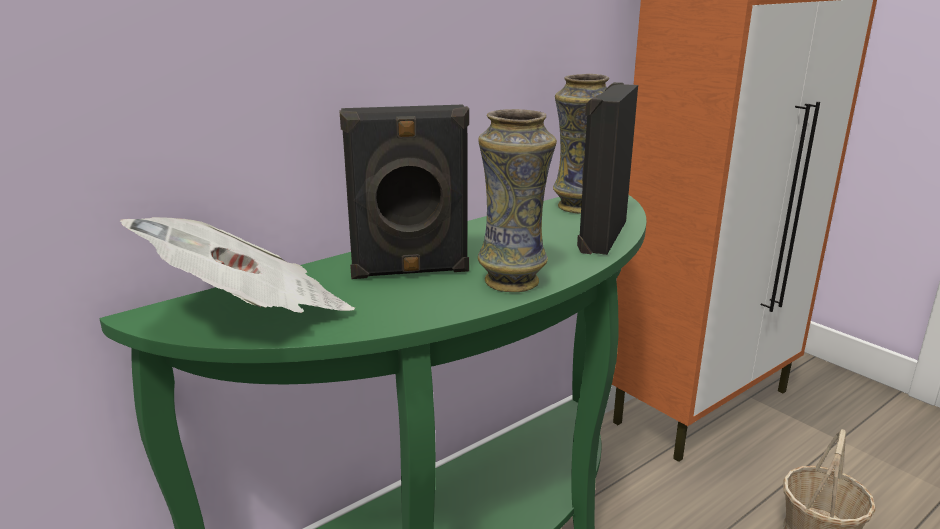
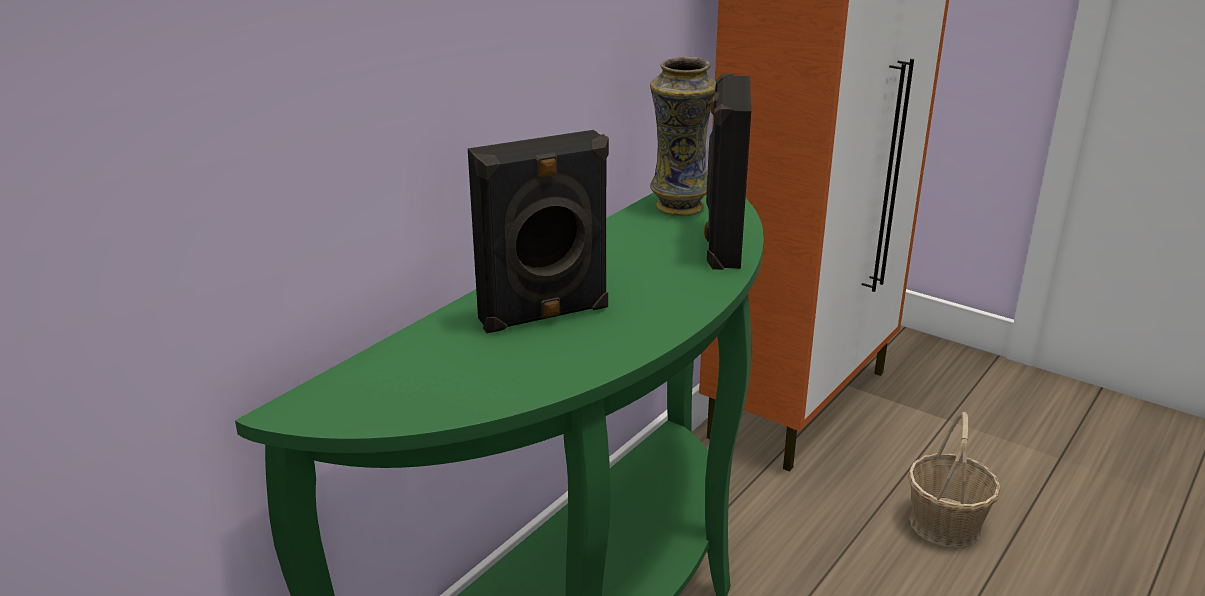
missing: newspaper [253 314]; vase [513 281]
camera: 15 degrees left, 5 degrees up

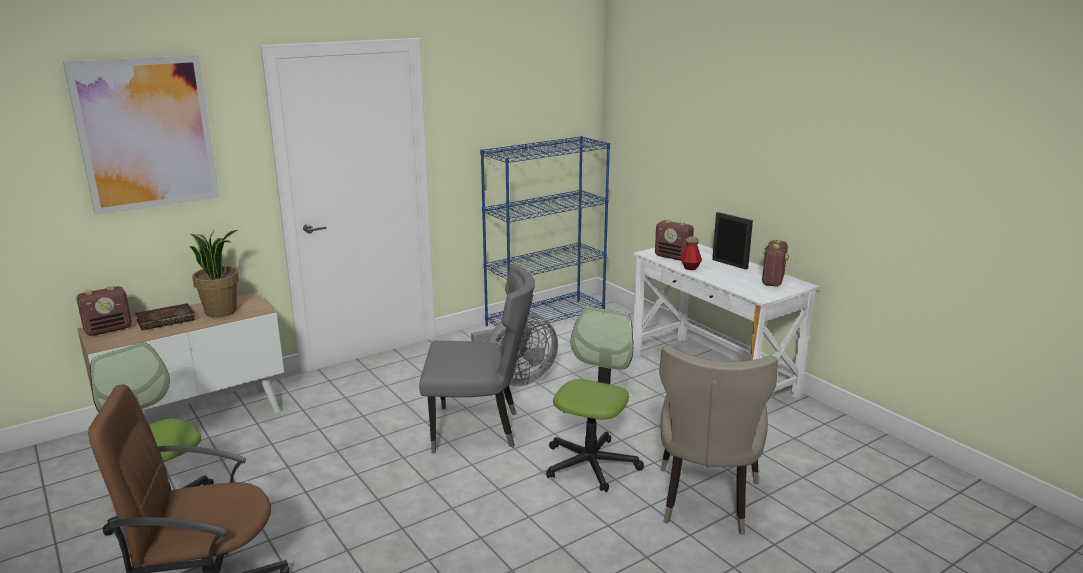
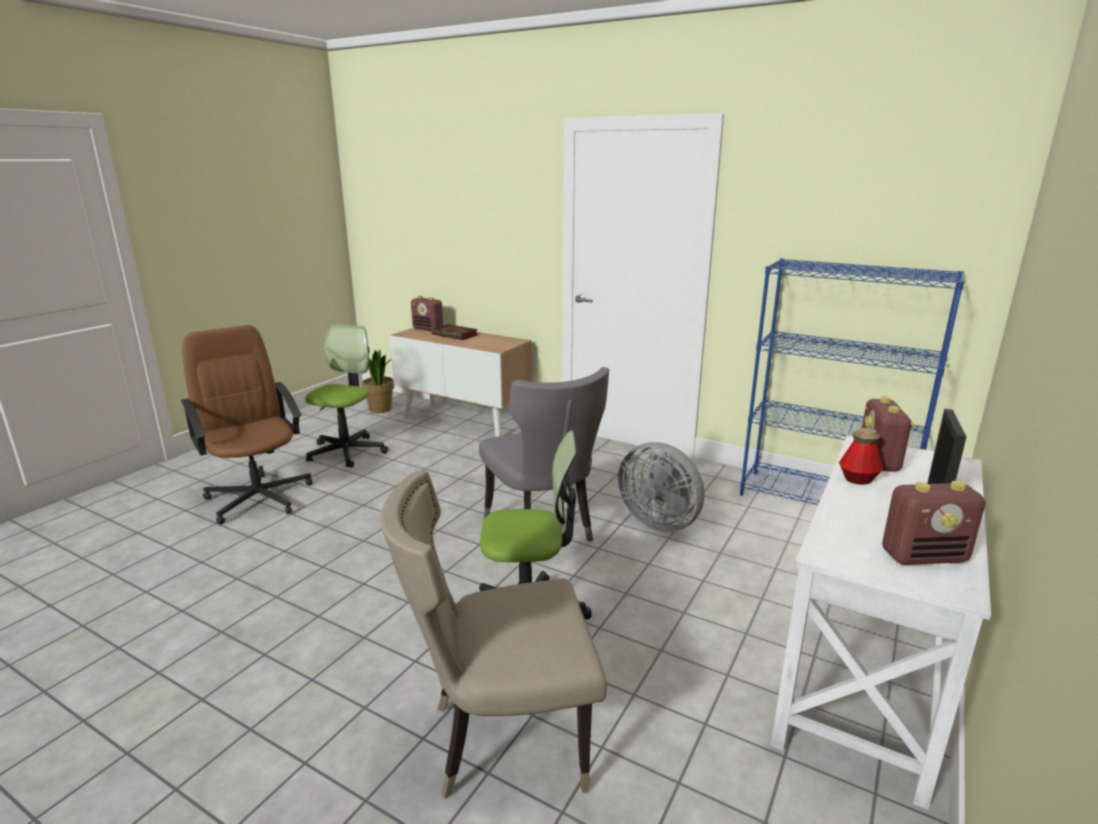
missing: picture [146 134]
relocated: potted plant [221 311] to [381 409]
camera: 65 degrees right, 0 degrees up

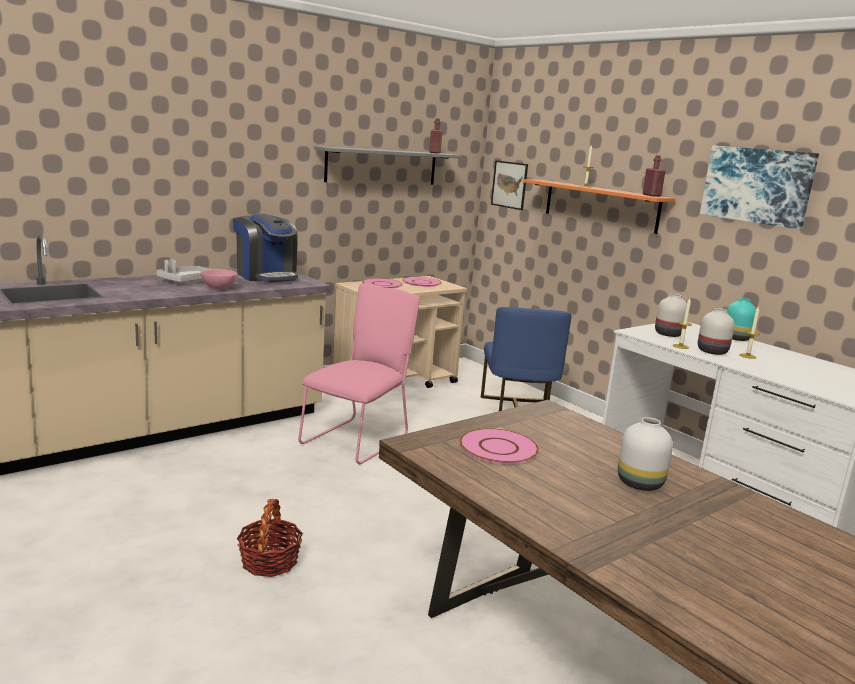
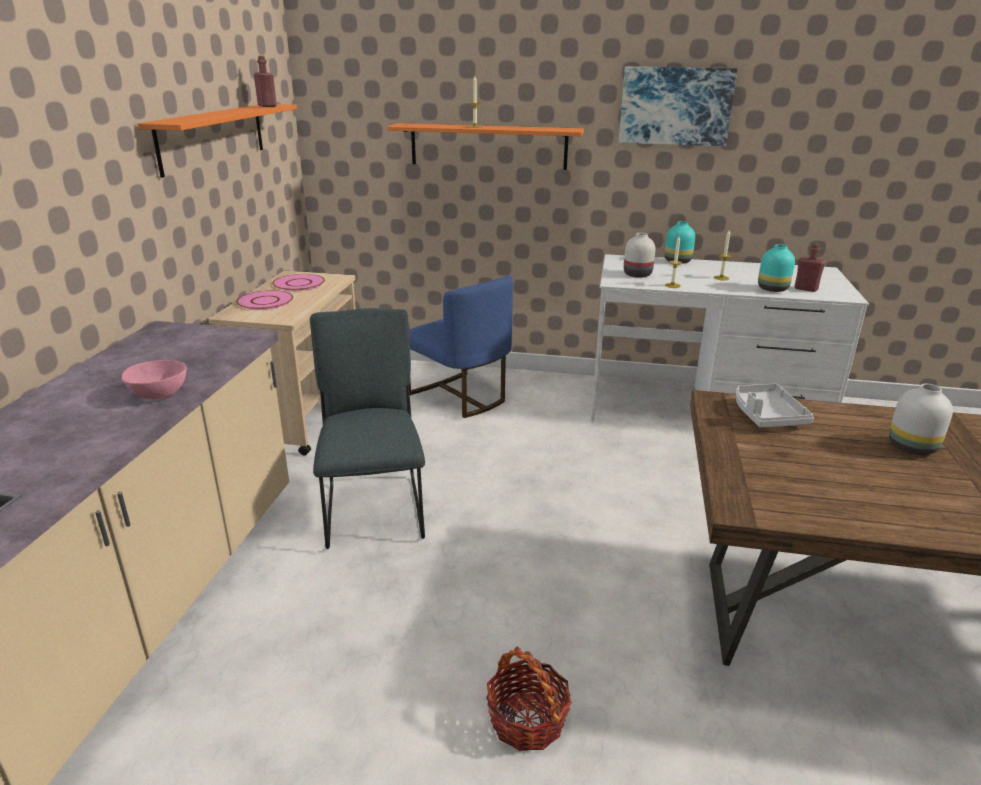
missing: coffee machine [266 276]; pink plate [499 448]; picture [509 185]; white vase [711 351]
appeared: turquoise vase [773 289]
relocated: grey tray [186 281] to [766 415]; red bottle [651 195] to [806 289]
colour: grey shelf [382 166] to orange shelf [213 137]; pink chair [358 439] to grey chair [374 507]
camera: 40 degrees left, 10 degrees up

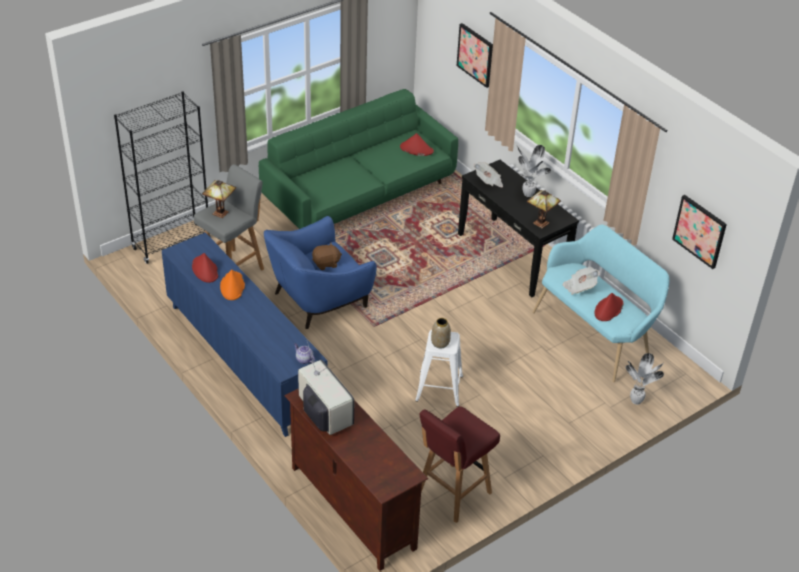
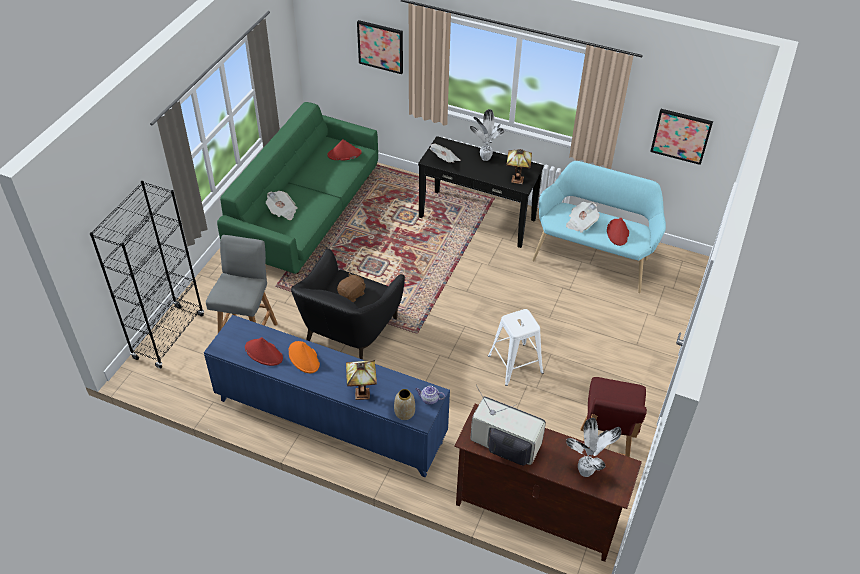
appeared: newspaper [282 211]
relocated: table lamp [220 212] to [361 393]; vase [440 343] to [405 413]; potted plant [637 401] to [587 472]
colour: blue armchair [318 299] to black armchair [349 330]
camera: 30 degrees left, 5 degrees up

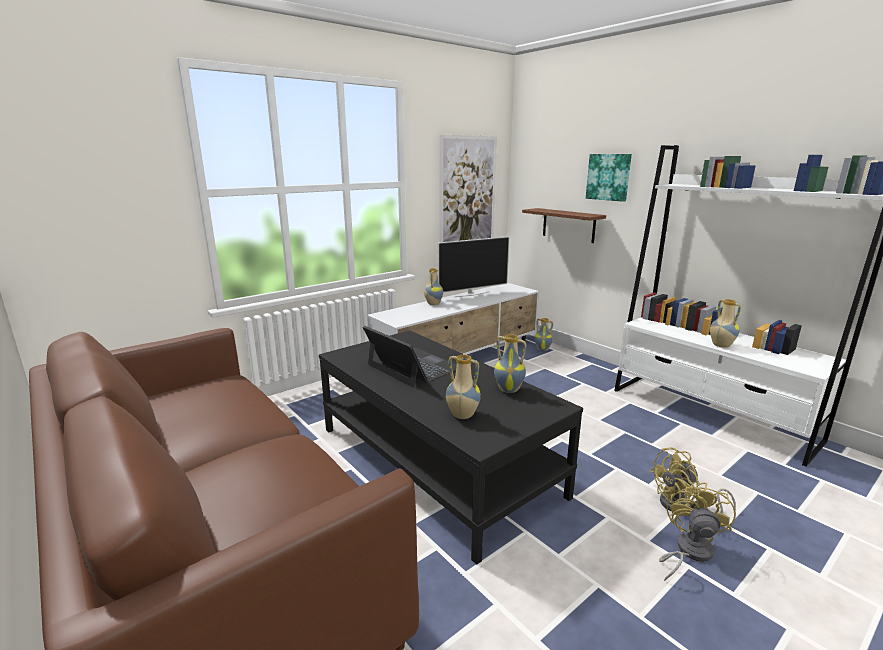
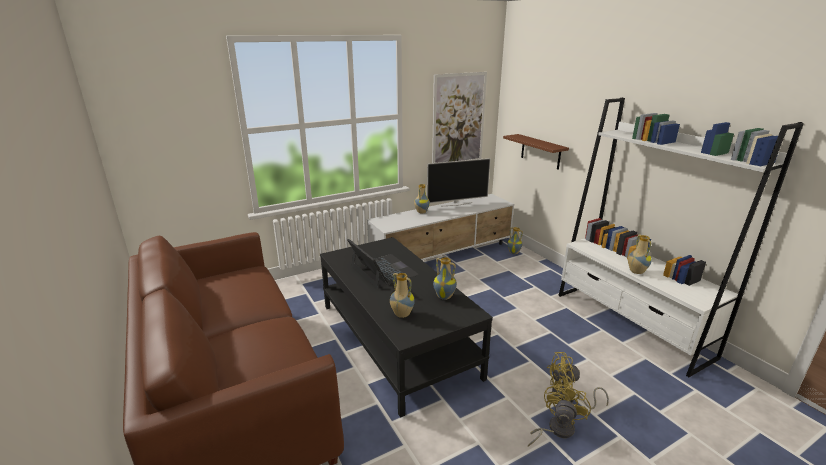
missing: picture [609 177]
camera: 10 degrees right, 5 degrees up

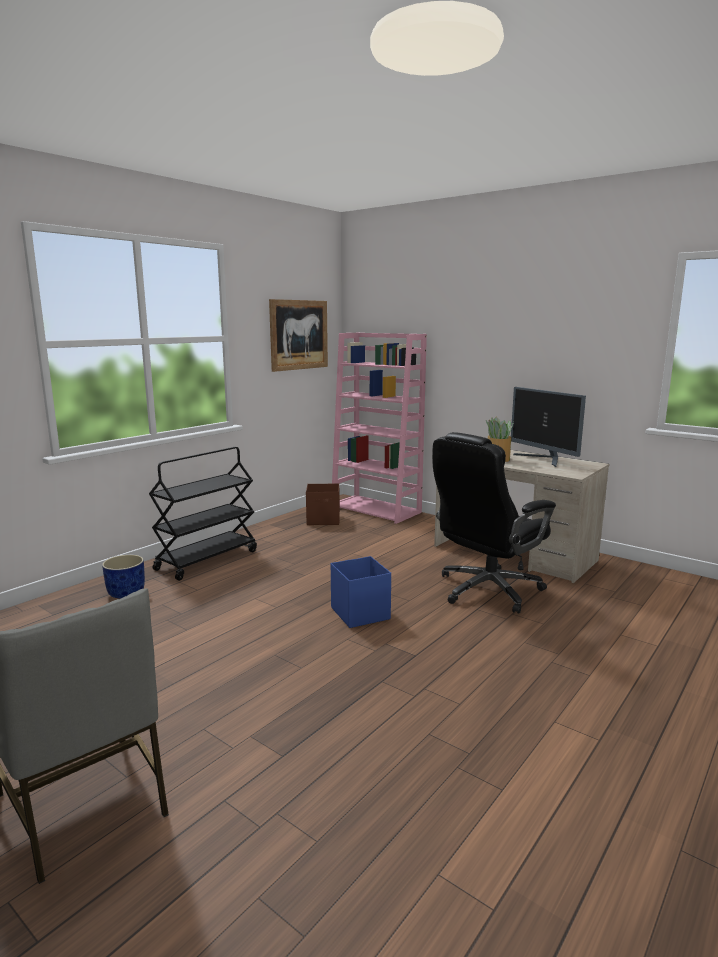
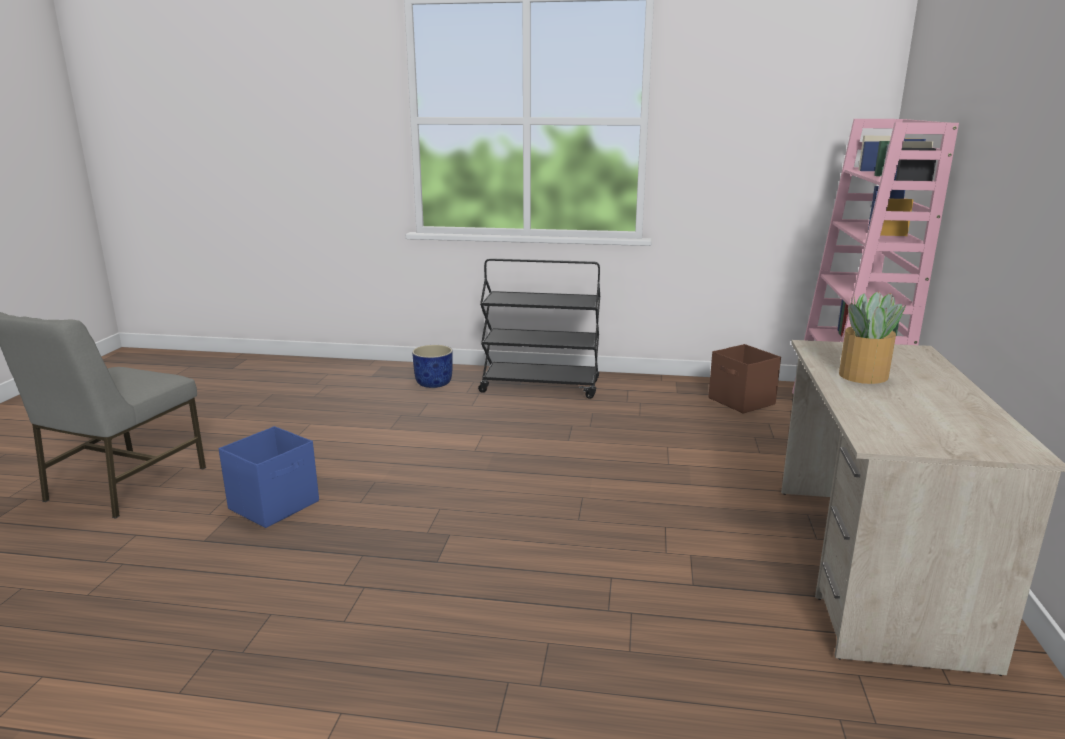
missing: picture [299 335]; black office chair [487 590]; monitor [544 460]
relocated: blue storage box [360 613] to [275 505]
camera: 60 degrees right, 5 degrees up

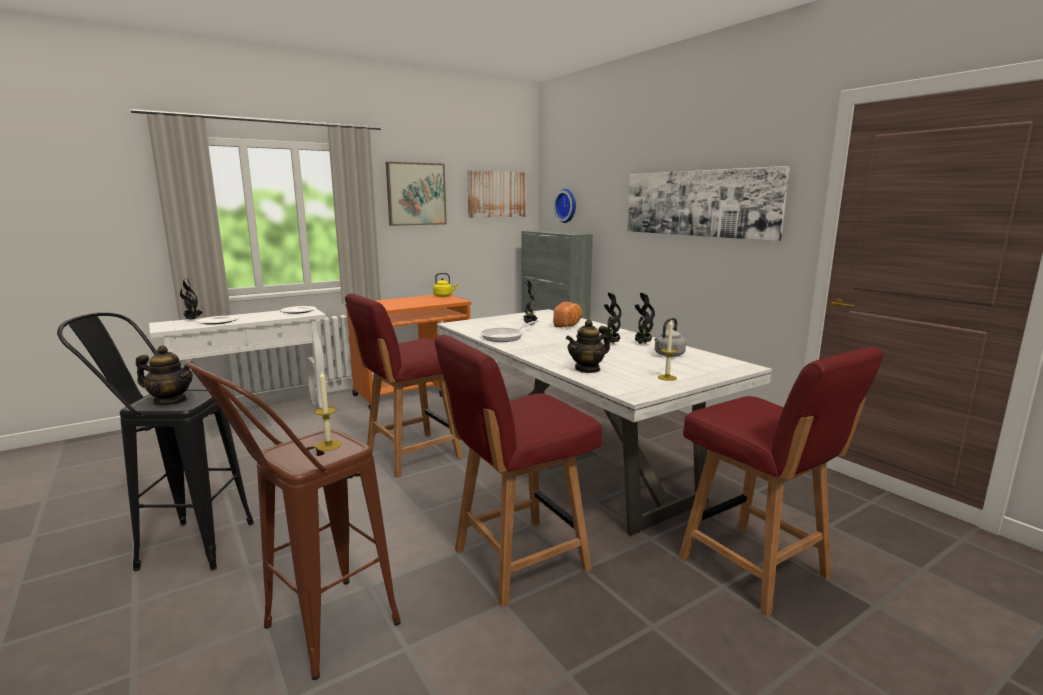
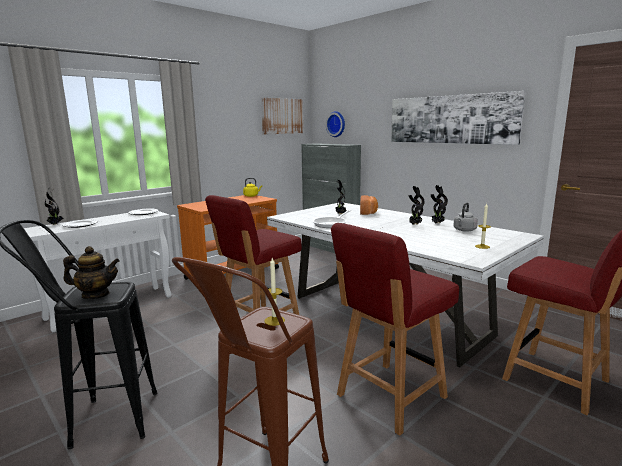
missing: picture [416 194]; teapot [587 369]
camera: 10 degrees left, 0 degrees up

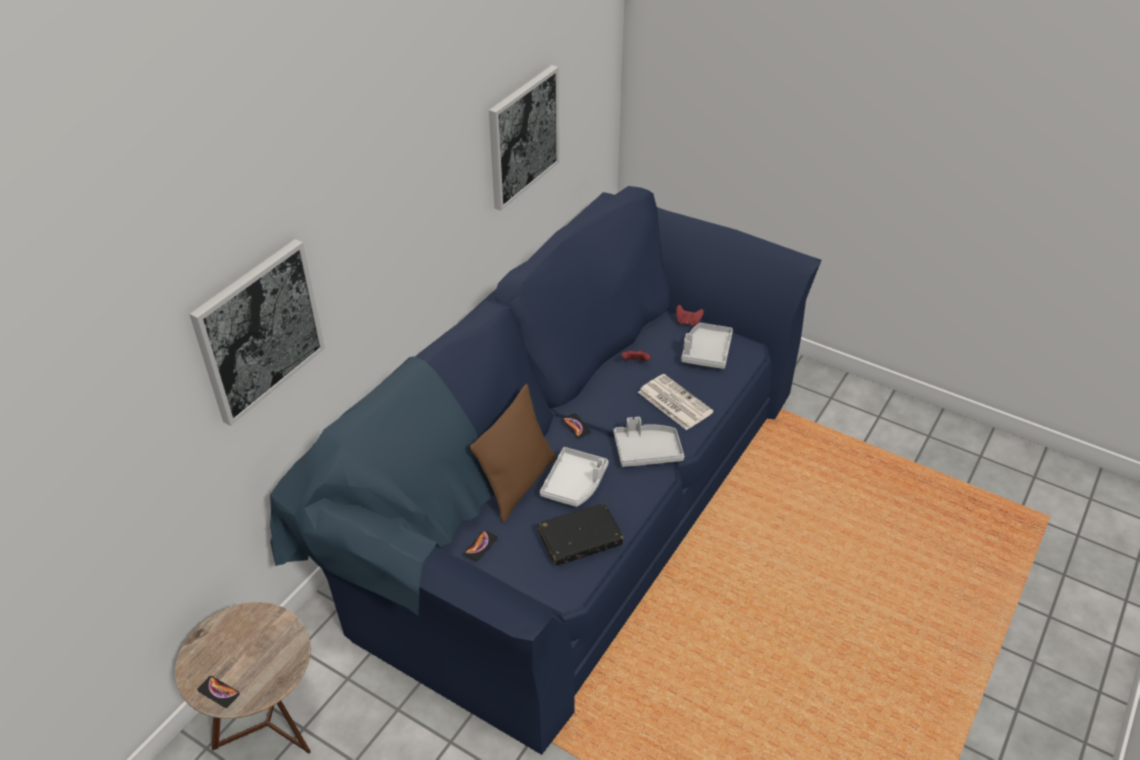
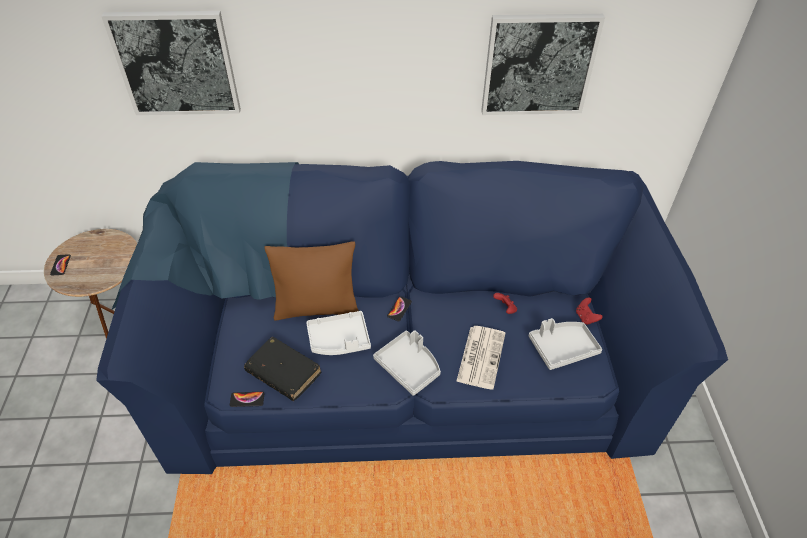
relocated: phone [481 546] to [247 399]
camera: 55 degrees right, 5 degrees up

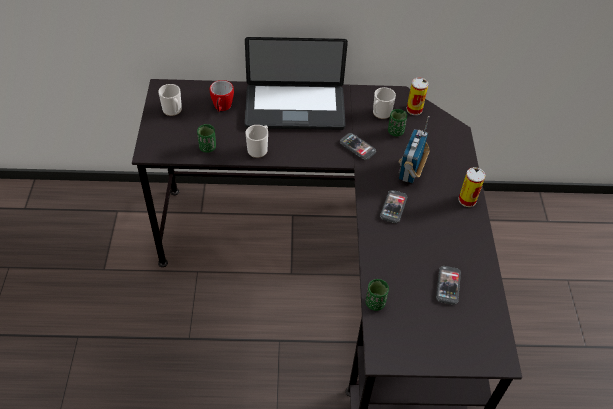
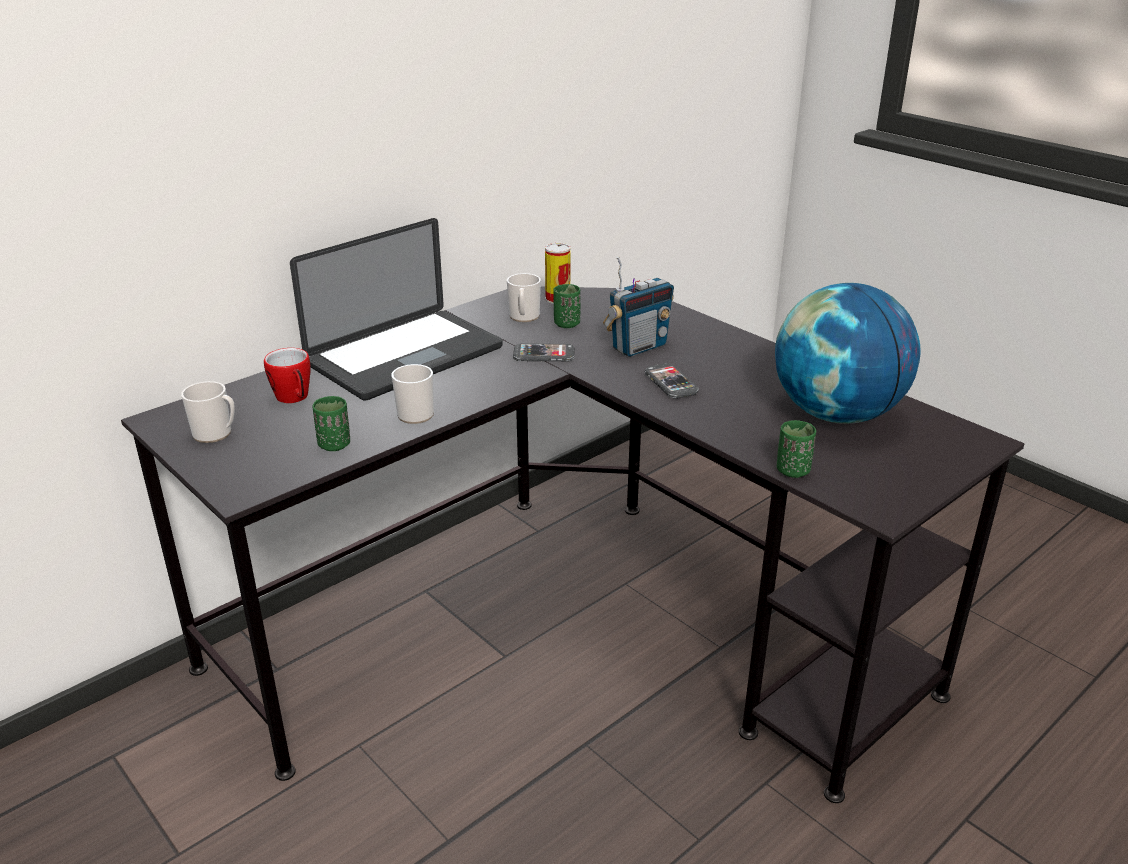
missing: can [467 200]
exchanged: phone [448 286] to globe [836 414]
spun: radio [410 171] = [638 347] 105 degrees counterclockwise
camera: 40 degrees left, 20 degrees down

